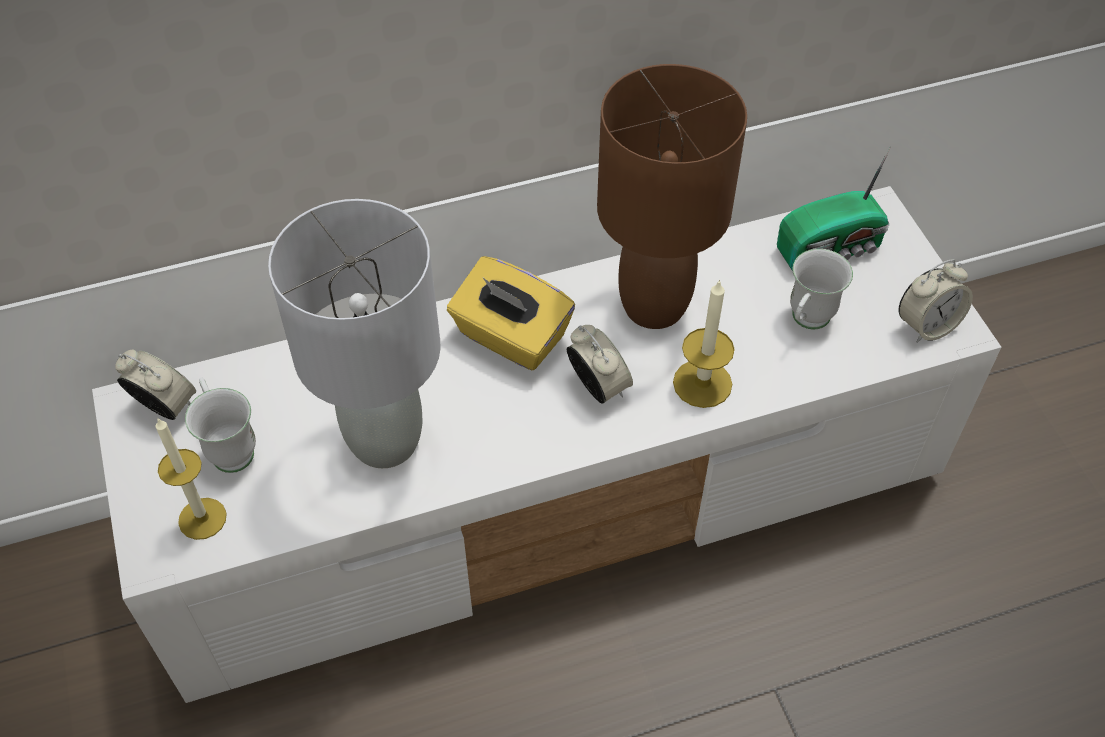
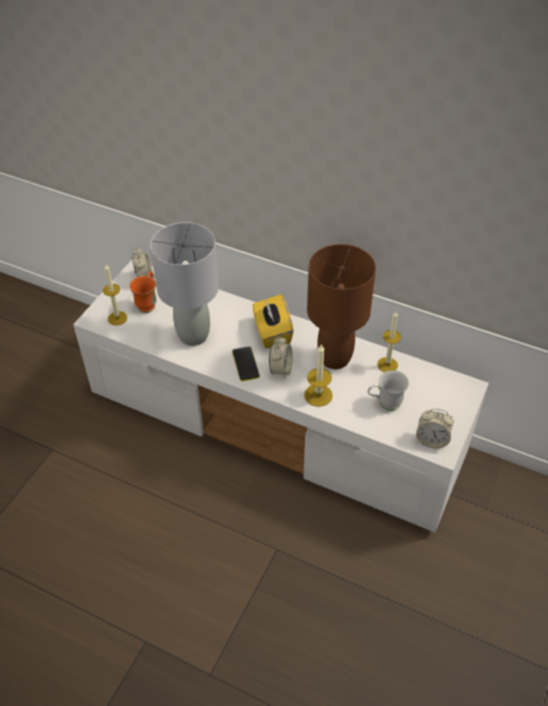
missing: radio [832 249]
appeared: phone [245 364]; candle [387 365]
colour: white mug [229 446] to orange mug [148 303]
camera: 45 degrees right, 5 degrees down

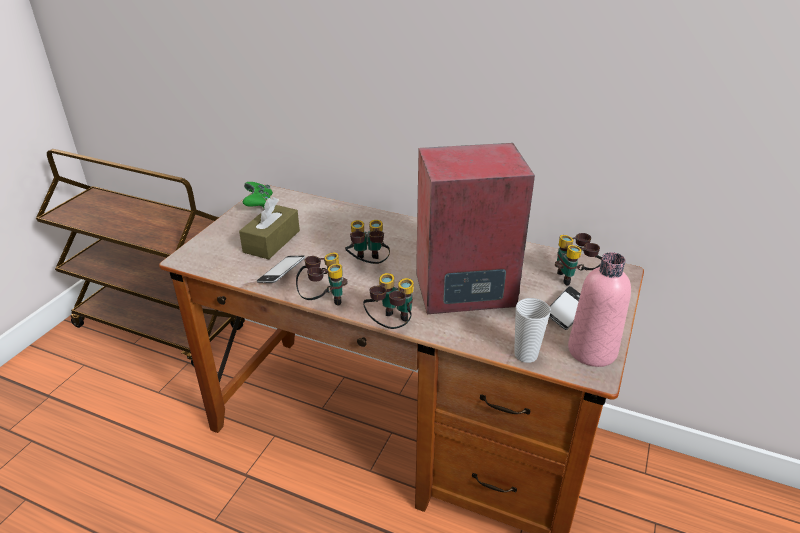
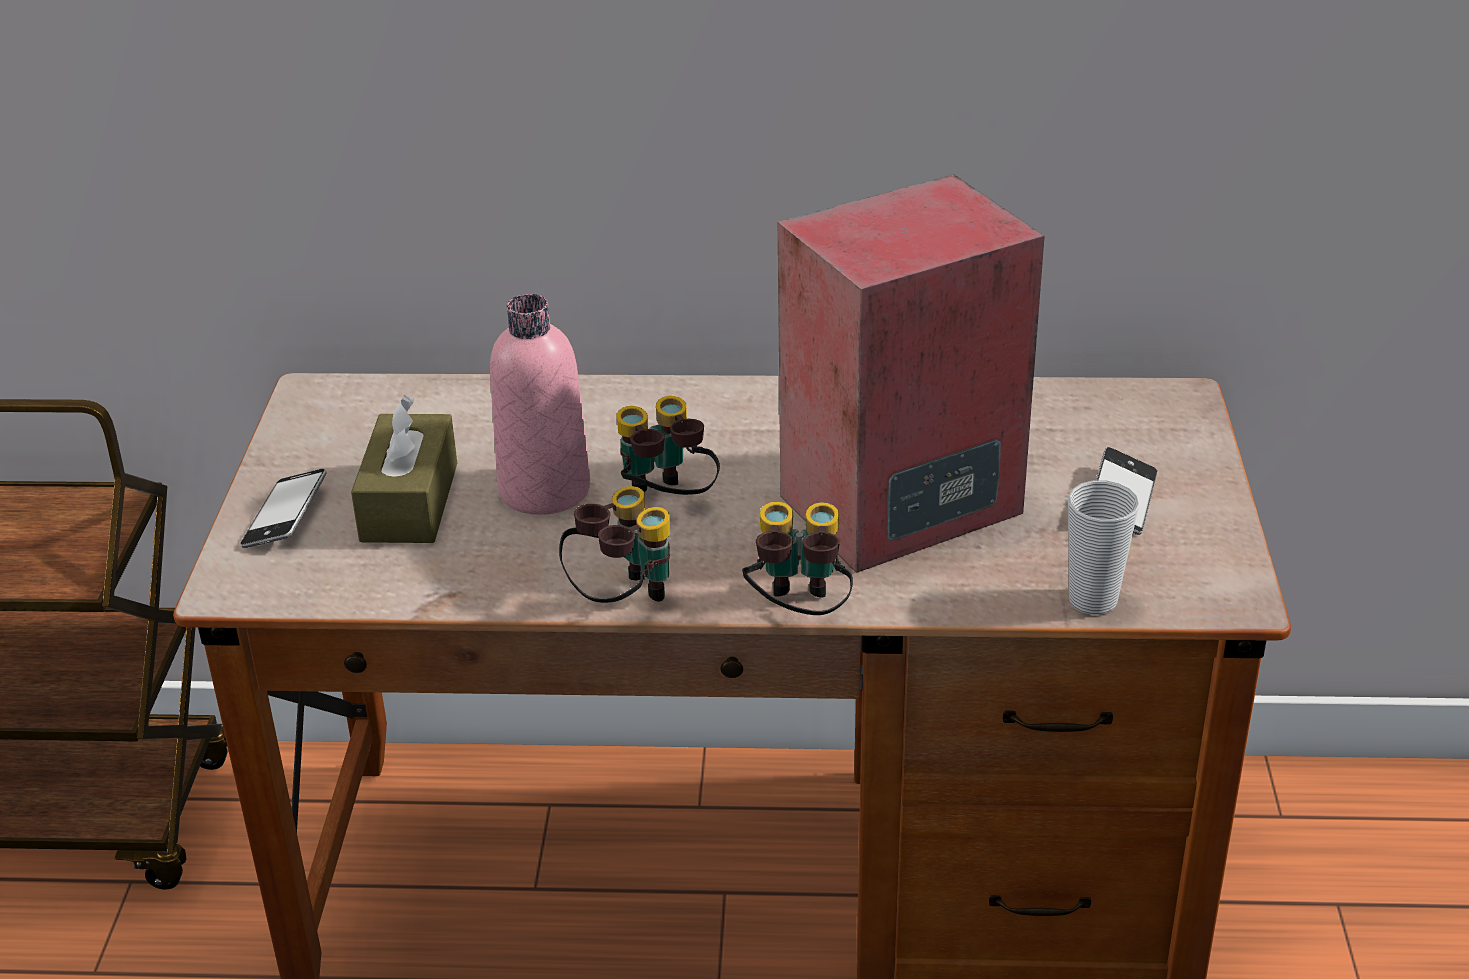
missing: green game controller [259 204]; binoculars [575 277]
relocated: phone [282 273] to [286 517]; pink bottle [592 351] to [544 490]
camera: 20 degrees left, 0 degrees up

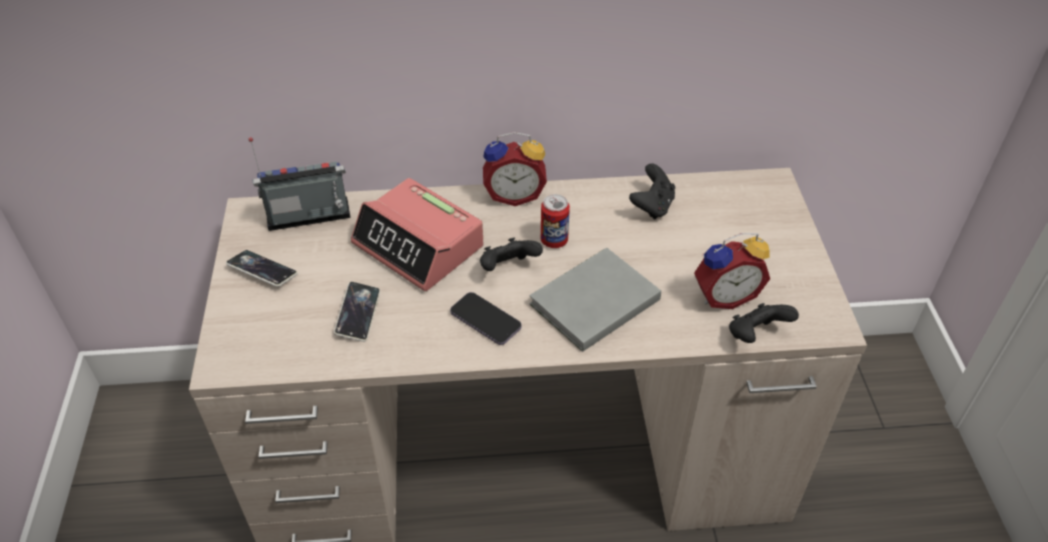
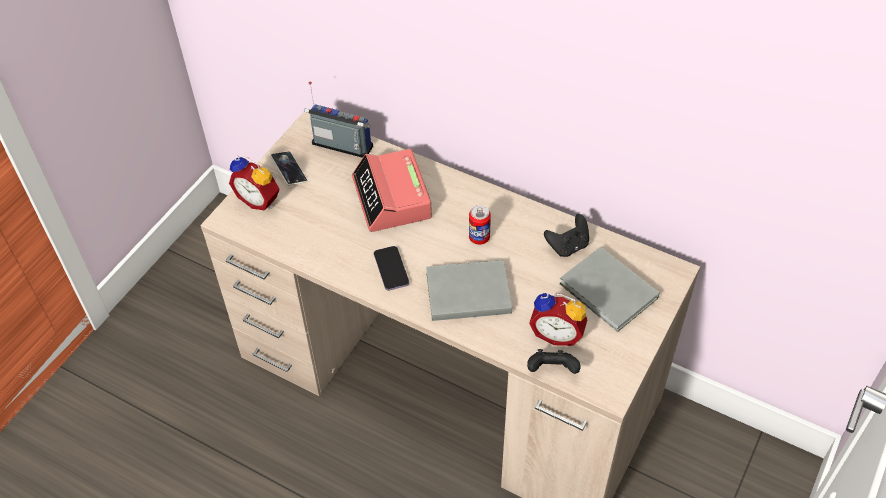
missing: phone [358 314]; black game controller [508 268]
appeared: grey book [609 293]
relocated: alarm clock [514 194] to [260 200]
camera: 35 degrees right, 5 degrees up

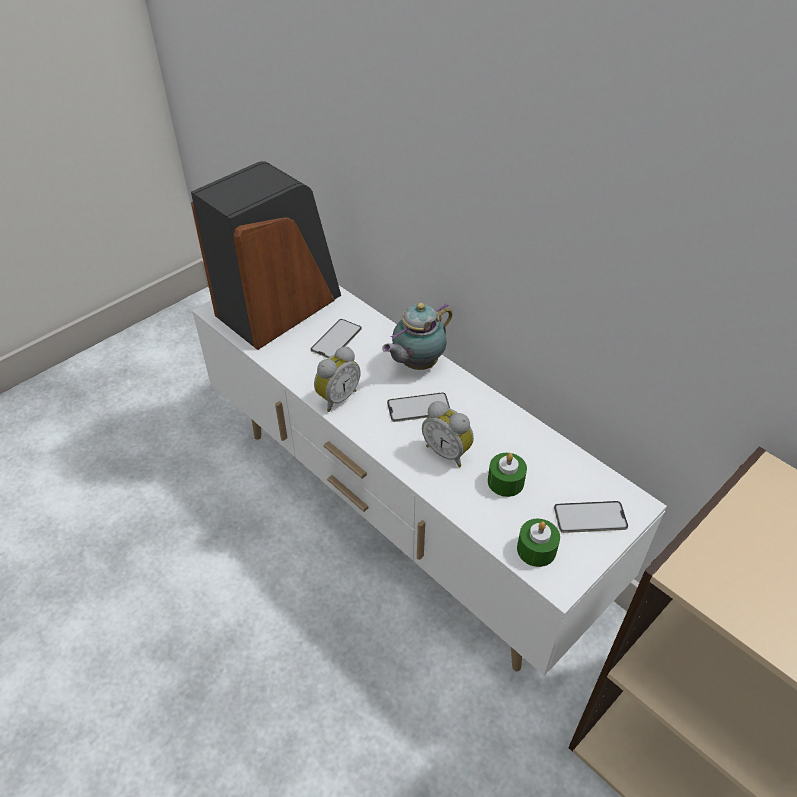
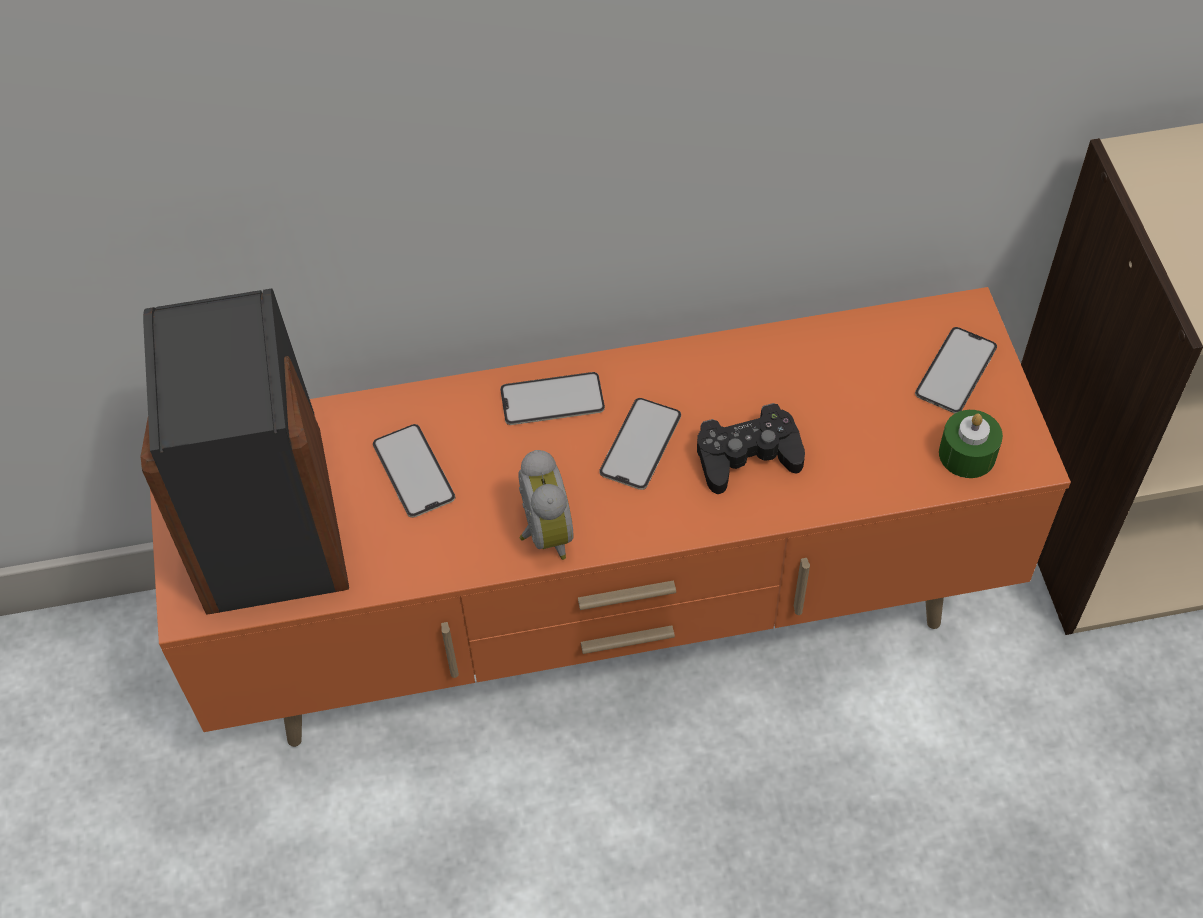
missing: green candle [505 482]
exchanged: teapot [416 364] to phone [552 399]; alarm clock [448 452] to black game controller [747 456]
colour: white tv stand [400 517] to orange tv stand [609 622]
camera: 55 degrees left, 10 degrees up

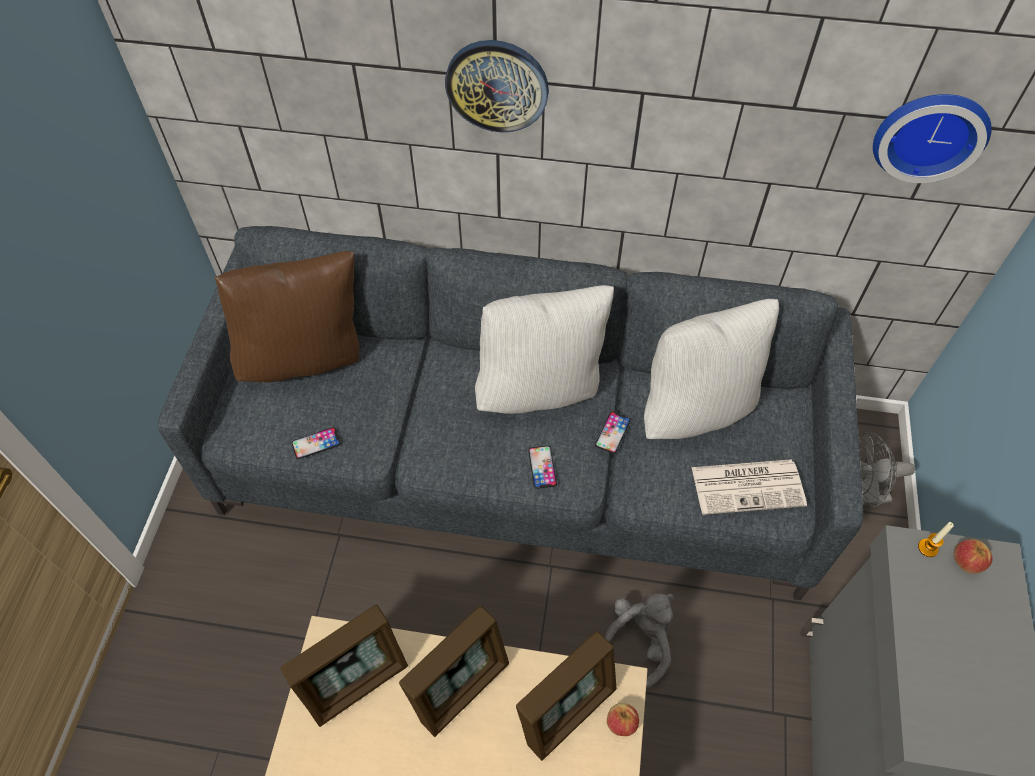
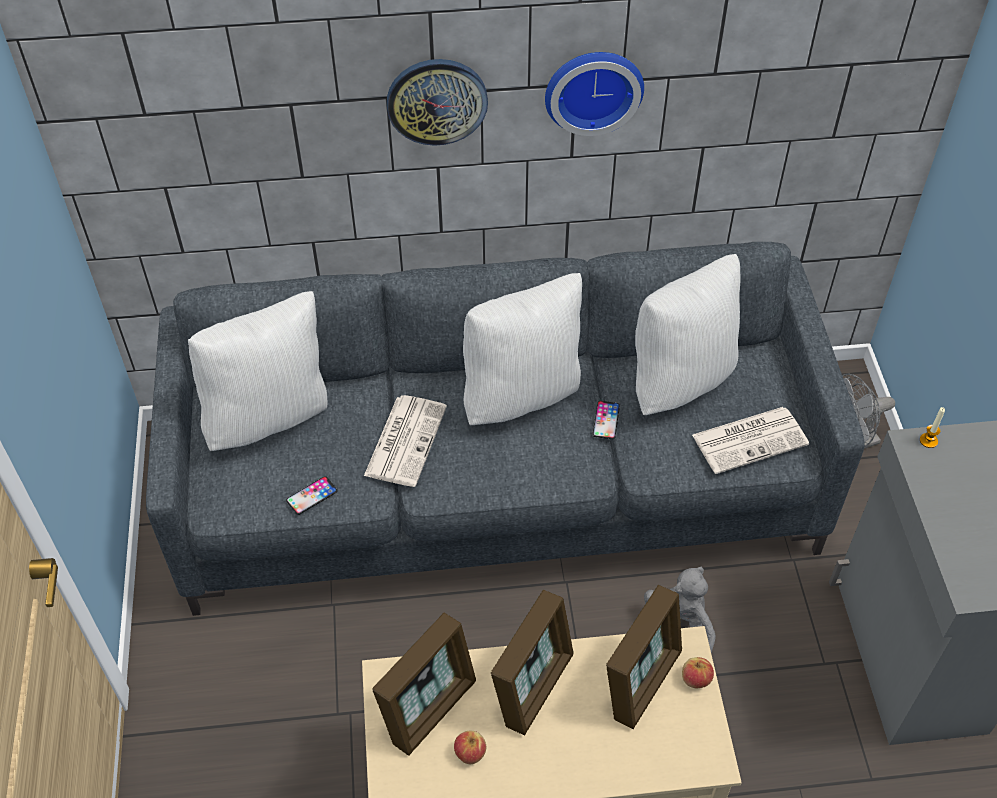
missing: phone [542 467]
appeared: newspaper [405 440]
relocated: apple [966 561] to [470 752]; wall clock [929 132] to [593 88]
colour: brown pillow [306 357] to white pillow [269 415]
camera: 15 degrees left, 5 degrees down

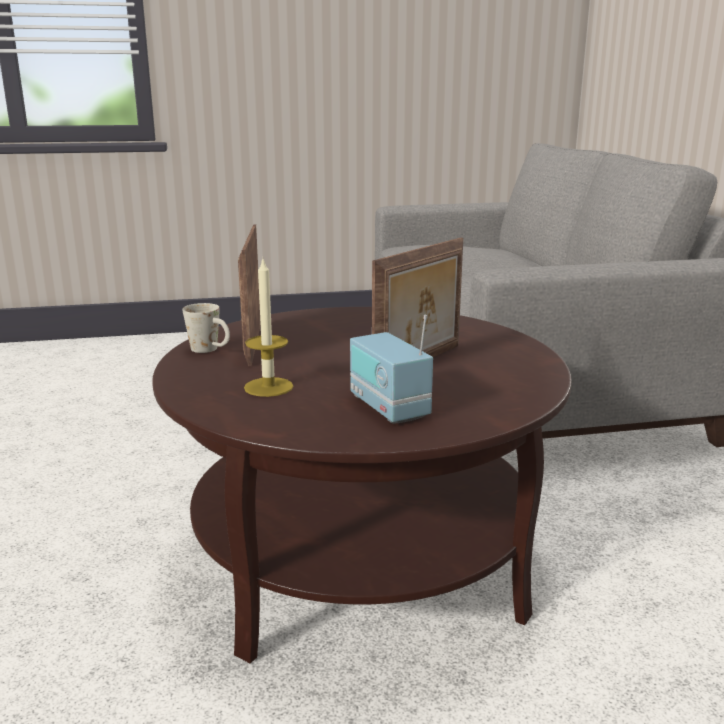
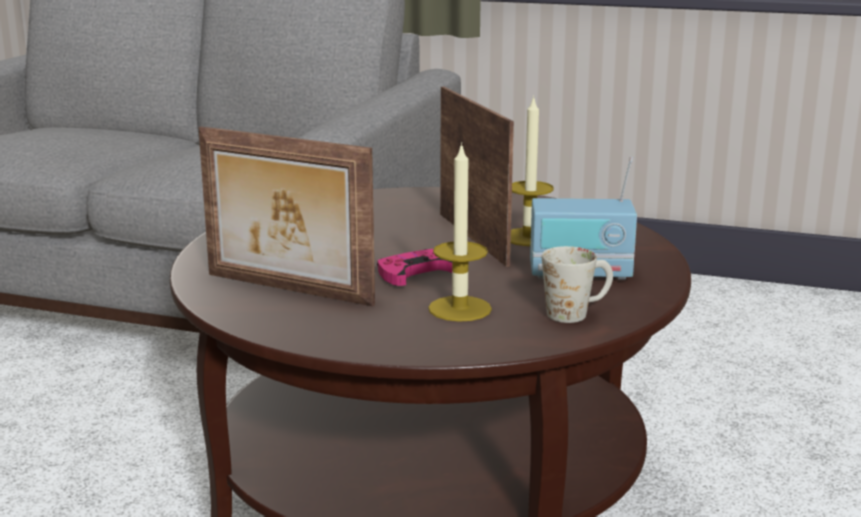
appeared: pink game controller [416 273]; candle [529 237]
relocated: white mug [211 350] to [577 313]
camera: 60 degrees left, 0 degrees up

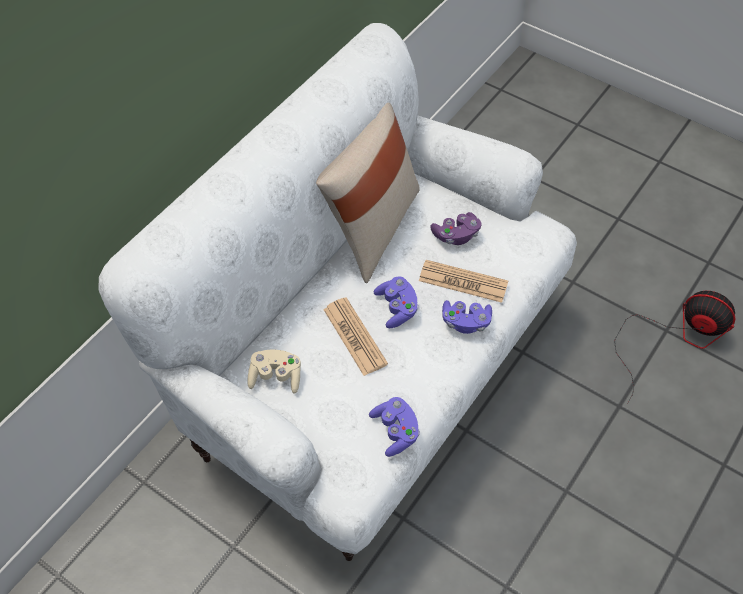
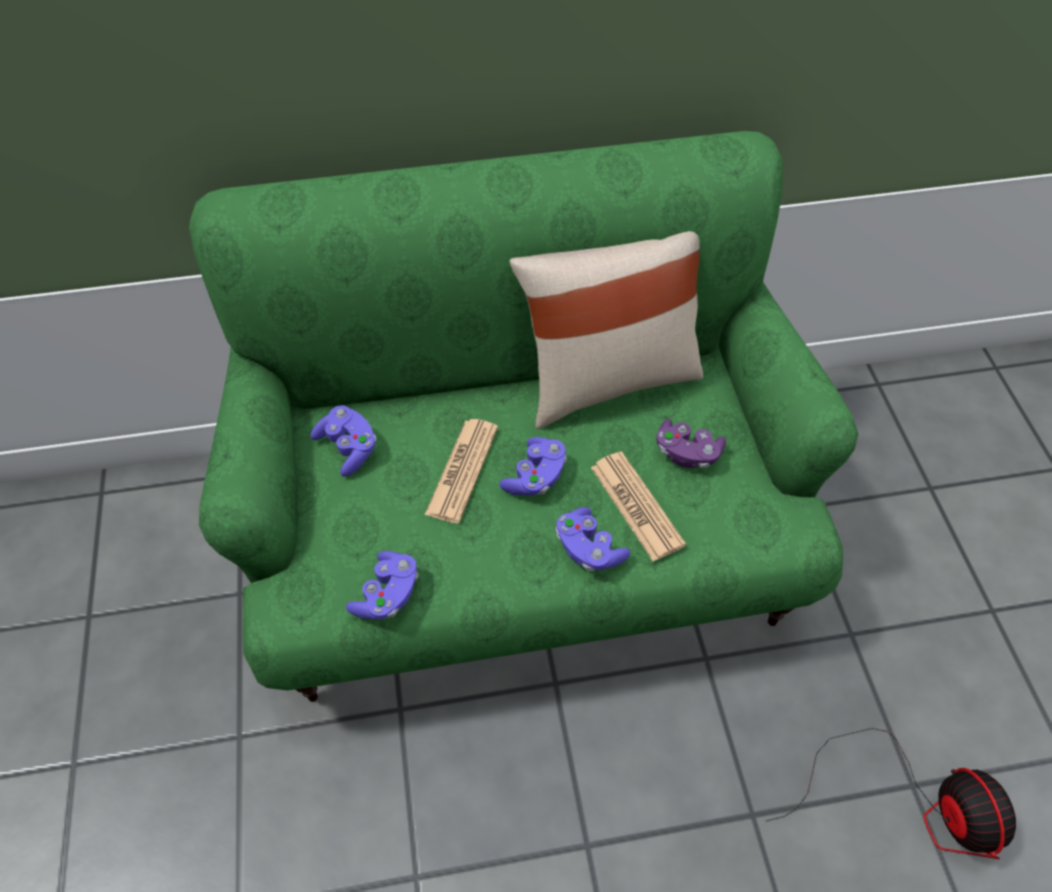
colour: white sofa [371 374] to green sofa [525 547]; beige game controller [276 377] to purple game controller [348 448]
camera: 45 degrees right, 0 degrees up

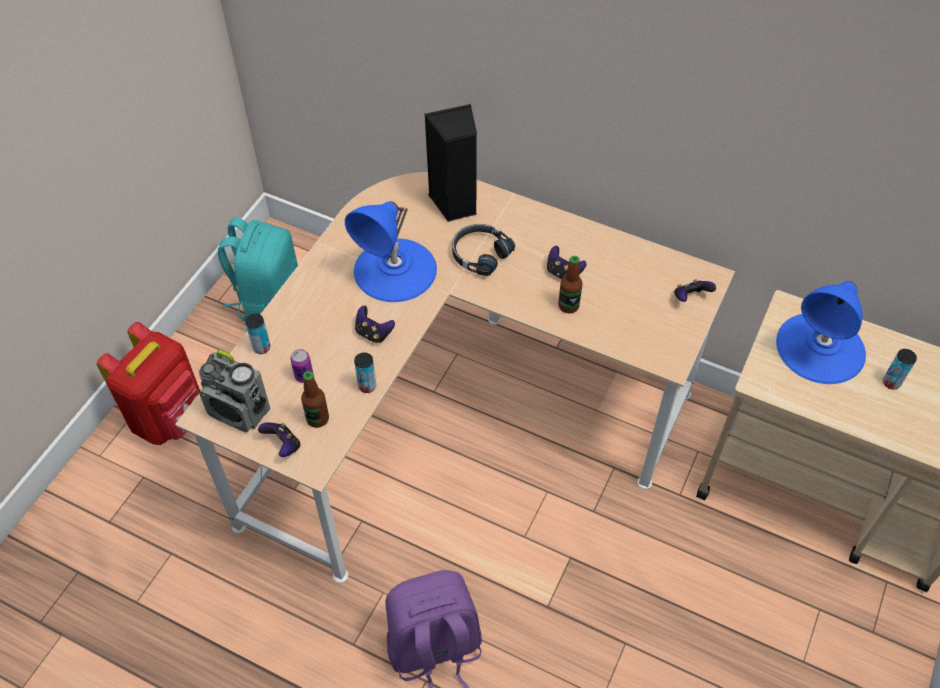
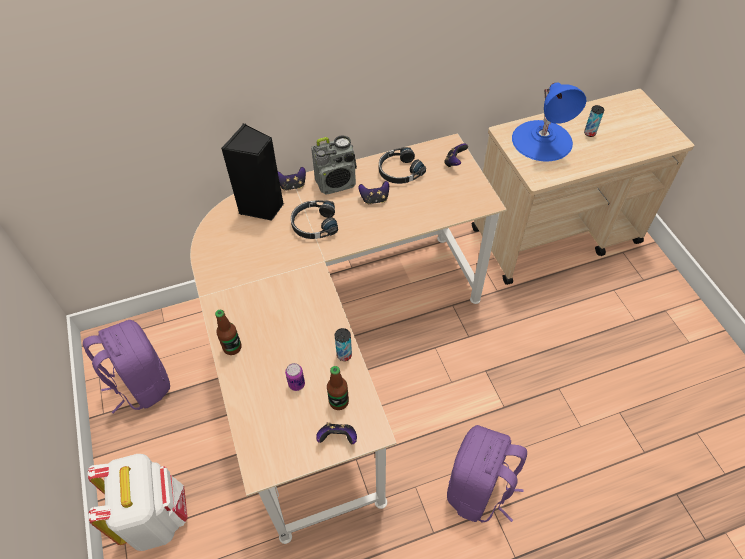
missing: can [261 347]; blue table lamp [395 270]
appeared: black headphones [399 171]
relocated: bottle [568 306] to [232 347]; game controller [373 333] to [292 185]; radio [240 412] to [336 183]
colour: turquoise backpack [268 301] to purple backpack [141 383]; red backpack [170 418] to white backpack [156 516]
camera: 45 degrees left, 0 degrees up

